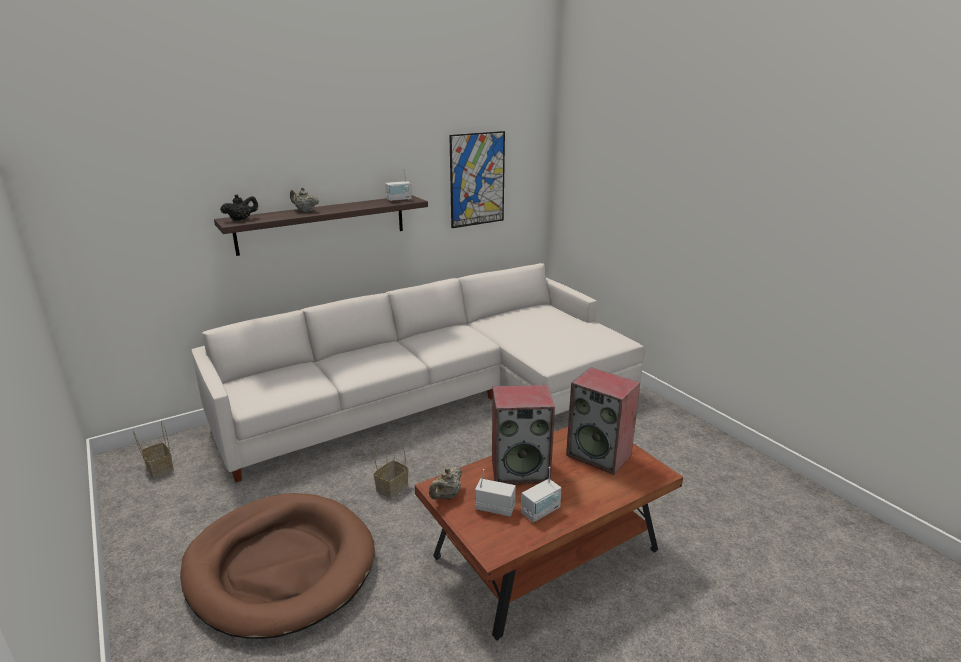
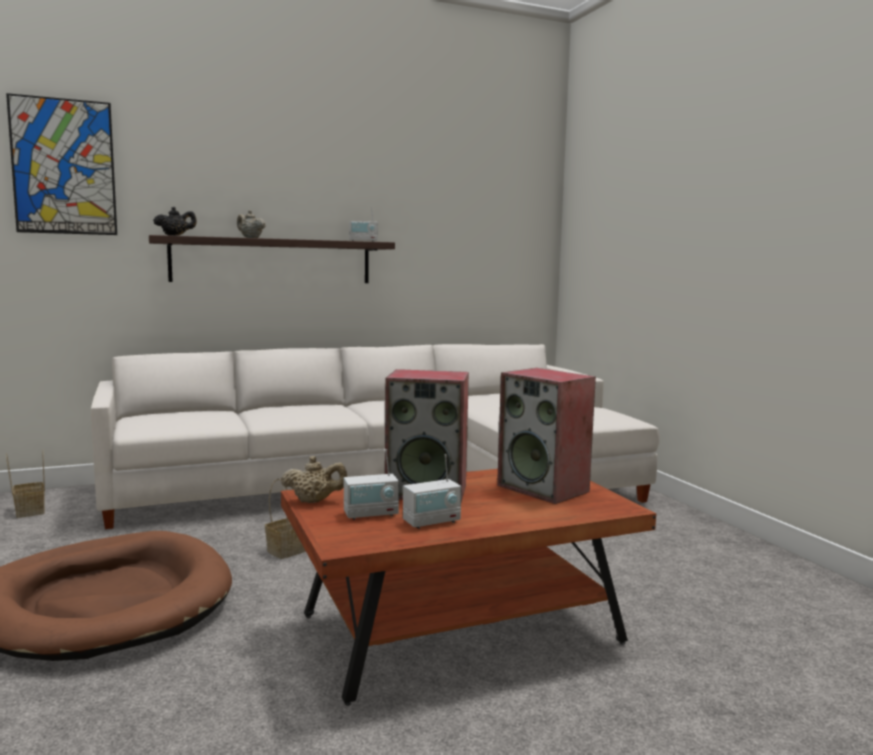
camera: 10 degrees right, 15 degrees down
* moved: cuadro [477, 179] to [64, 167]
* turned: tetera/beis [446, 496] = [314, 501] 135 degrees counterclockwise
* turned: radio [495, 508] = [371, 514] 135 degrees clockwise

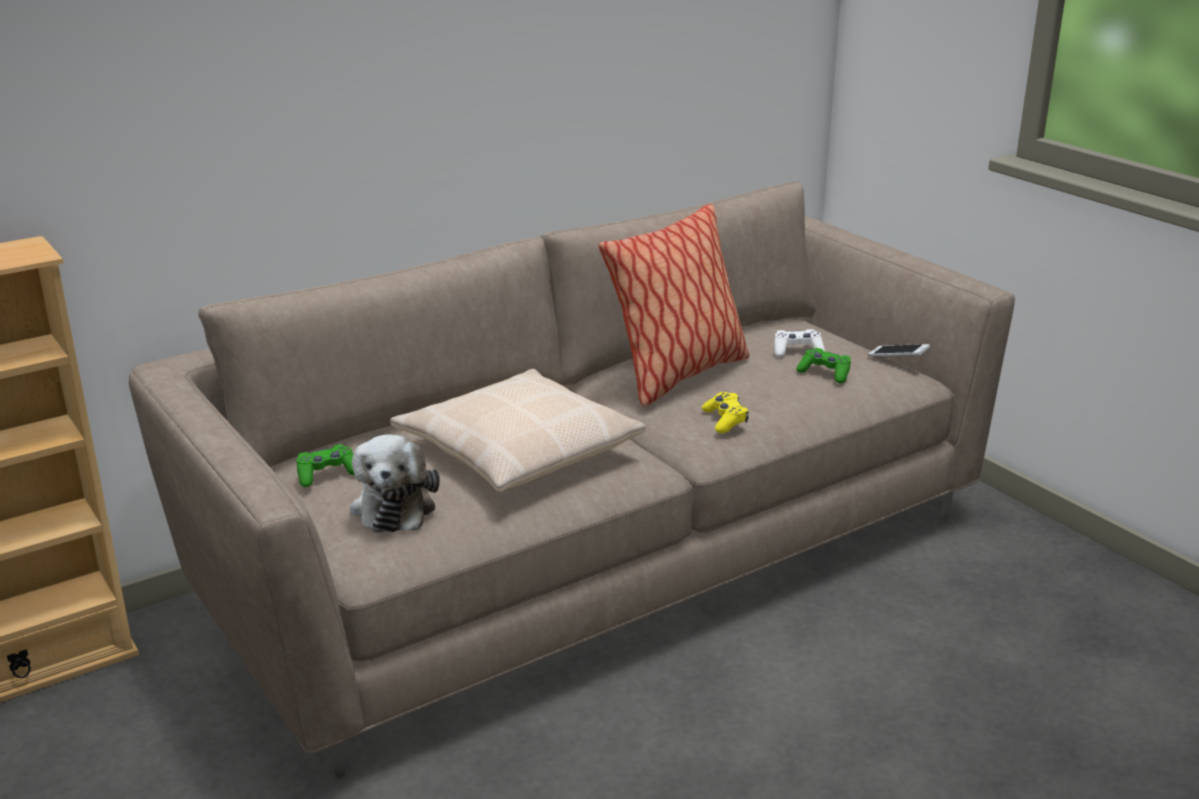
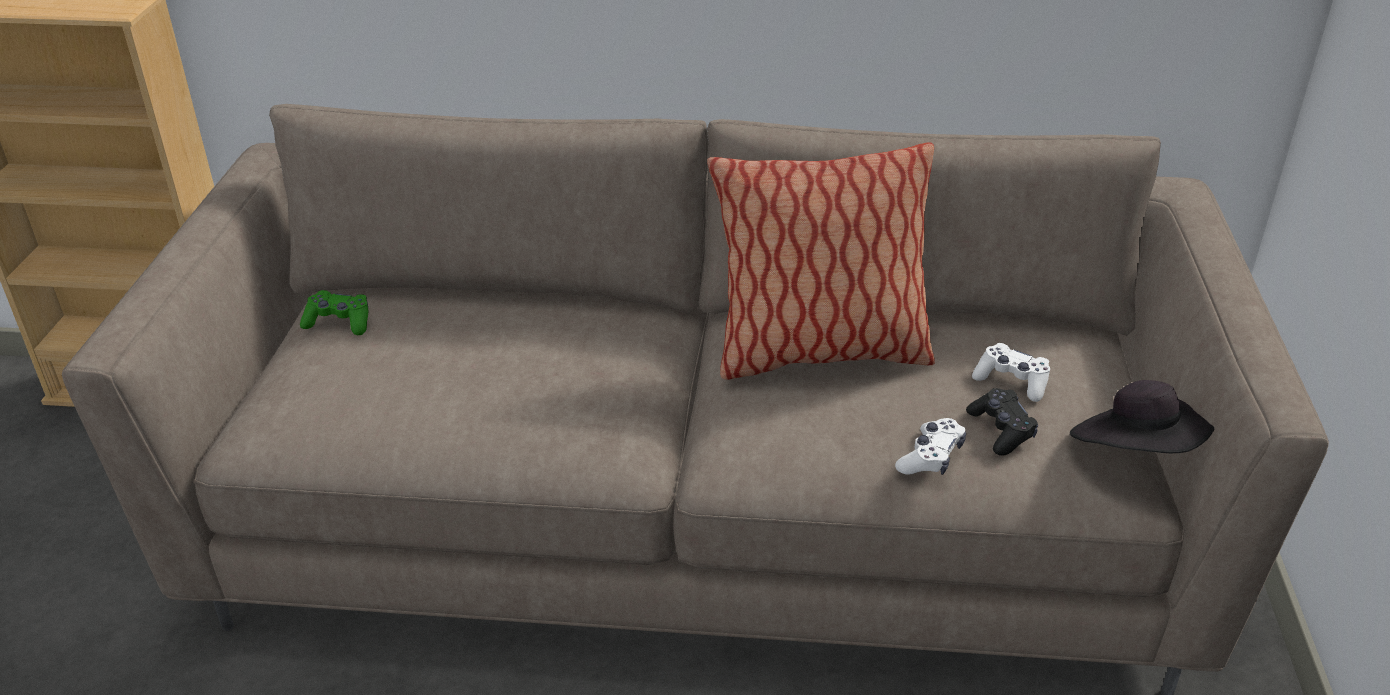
camera: 40 degrees right, 10 degrees up
* replaced: móvil [897, 358] to sombrero/negro [1137, 452]
* recoloured: mando de consola/verde [825, 373] to mando de consola/negro [1001, 430]
* removed: cojín/beis [518, 450]
* removed: mando de consola/amarillo [725, 420]
* removed: peluche [394, 506]
* added: mando de consola/blanco [931, 457]

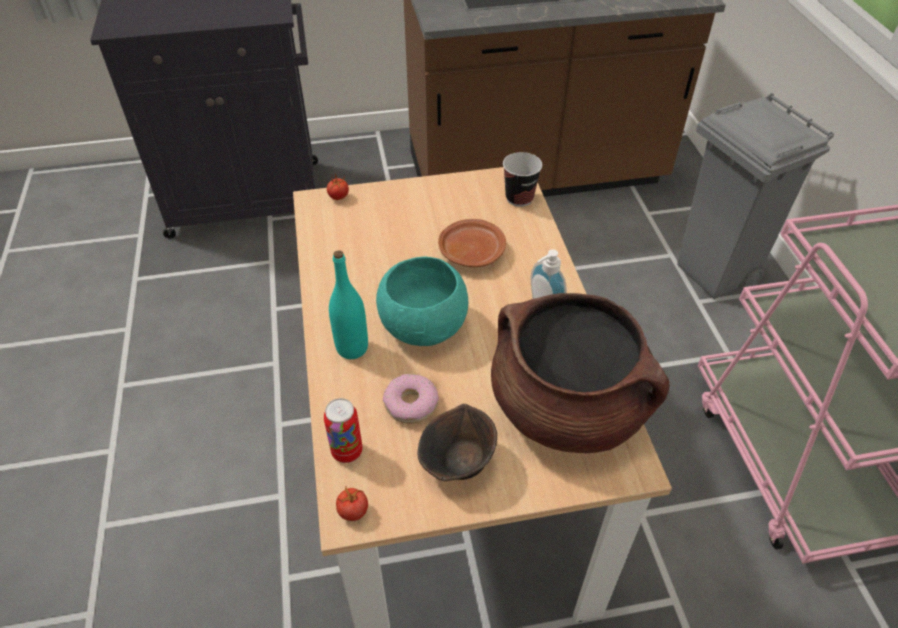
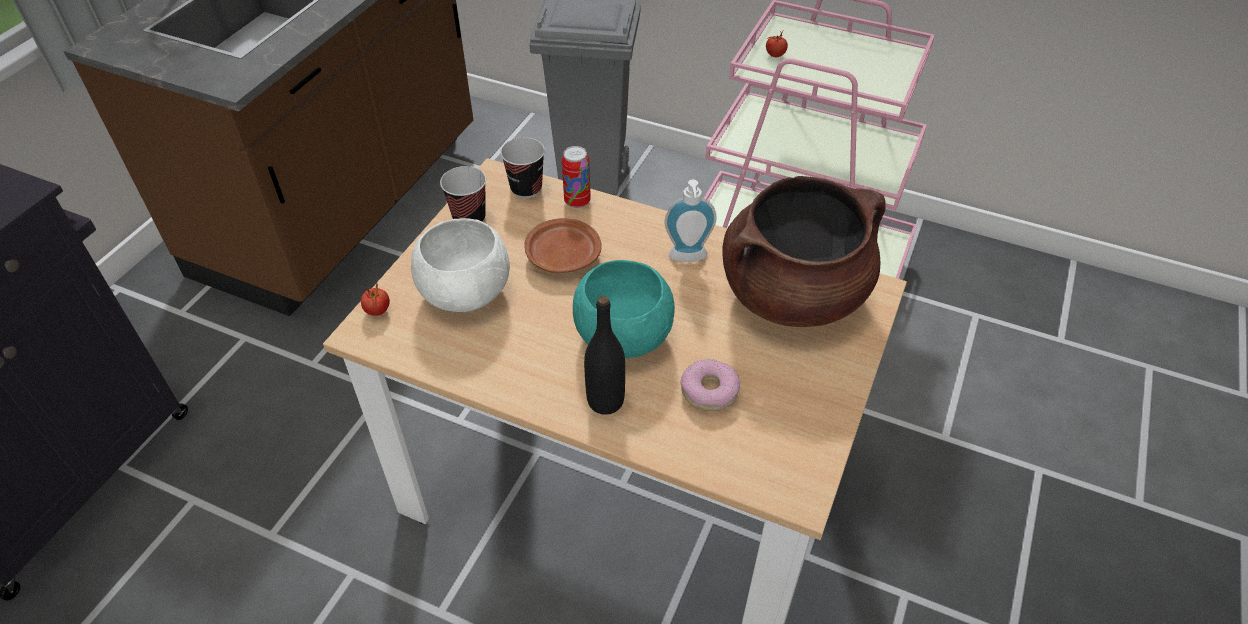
camera: 55 degrees left, 0 degrees up
* recoloured: botella/turquesa [352, 348] to botella/negro [605, 401]
* moved: lata [347, 451] to [577, 201]
* removed: cuenco/marrón [457, 463]
* moved: tomate [353, 511] to [775, 55]
* added: taza [469, 218]
* added: cuenco/blanco [464, 292]

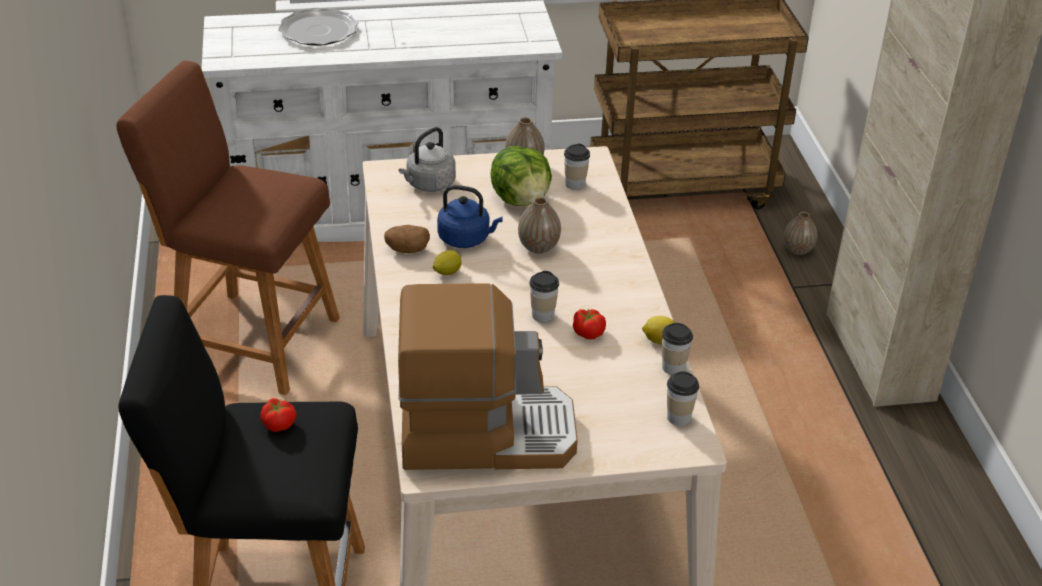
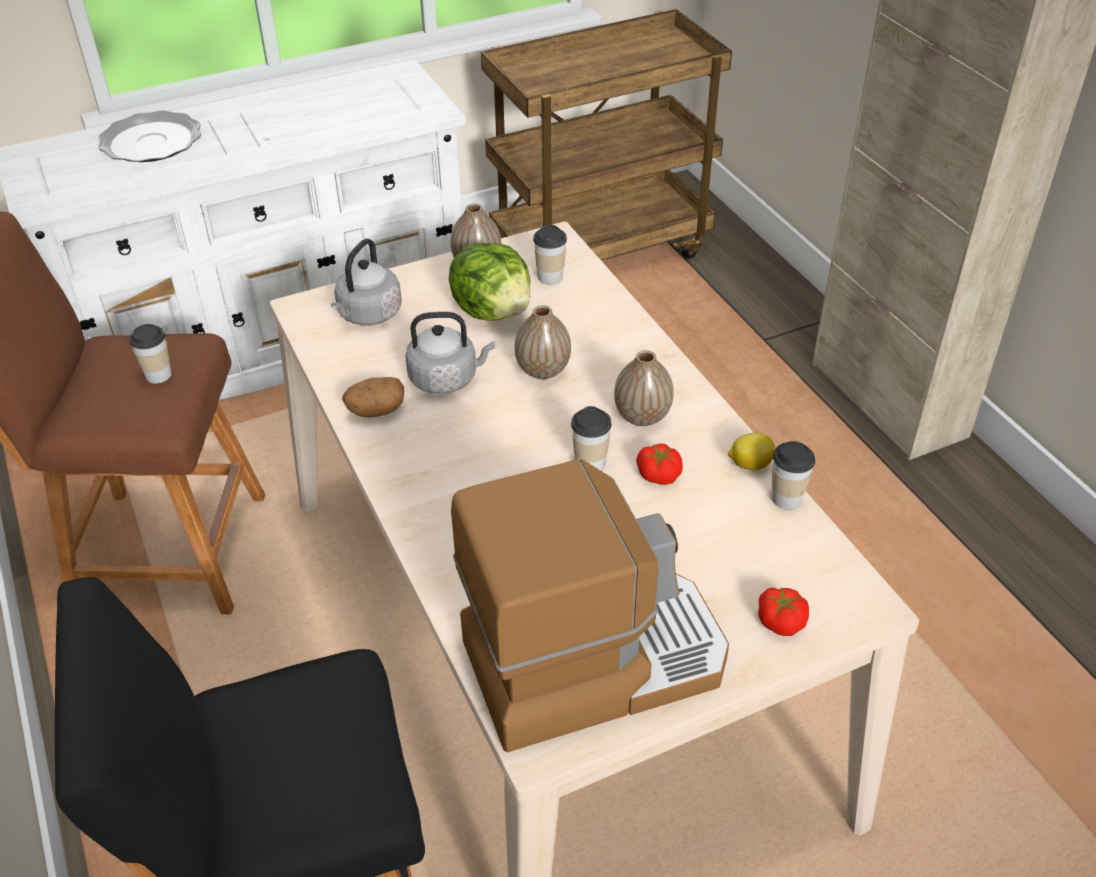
camera: 15 degrees left, 5 degrees up
* recoloured: hervidor/azul [466, 239] to hervidor/gris [447, 379]
* moved: florero [797, 250] to [642, 416]
* removed: limón [447, 272]
* moved: taza [678, 417] to [158, 375]
* moved: tomate [279, 423] to [781, 621]

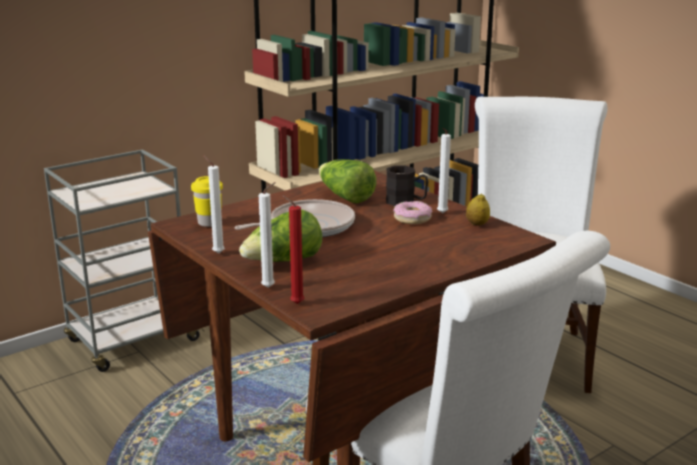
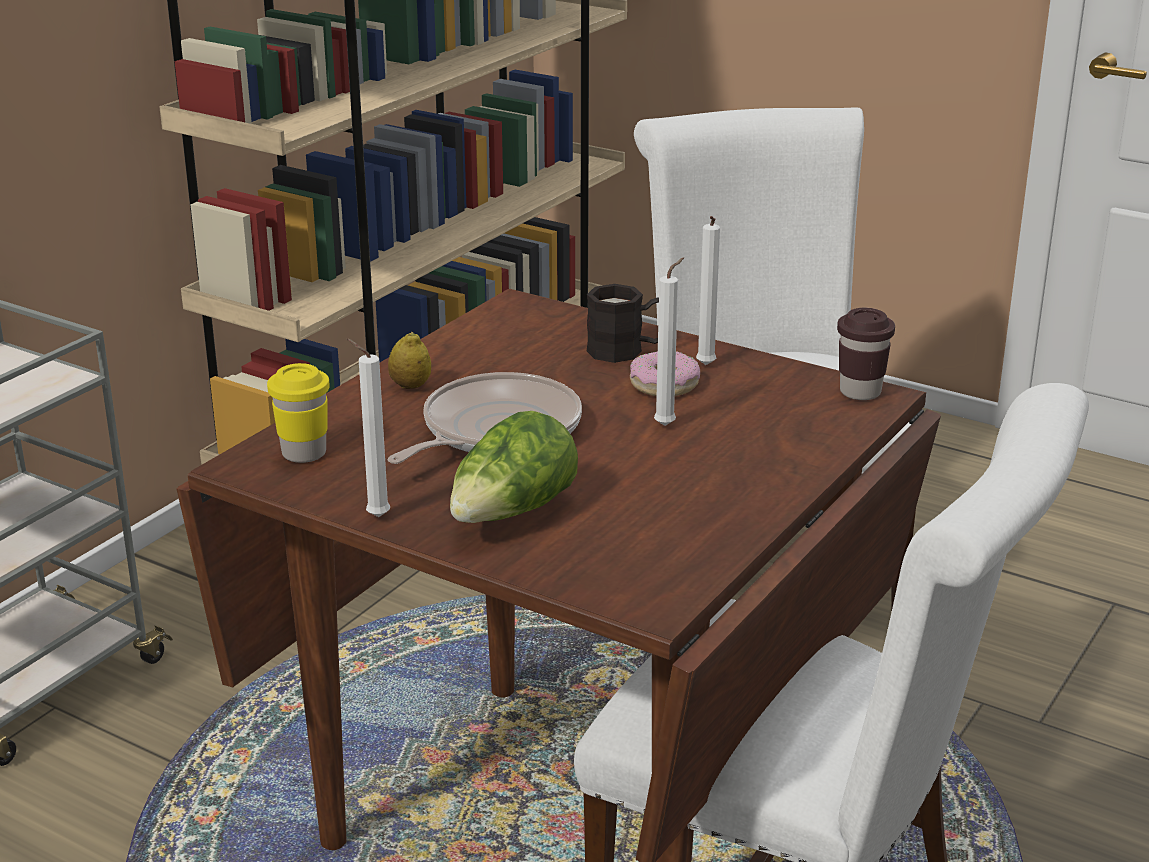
camera: 20 degrees left, 5 degrees up
* removed: lechuga [345, 197]
* moved: vela/blanco [270, 287] to [667, 425]
* moved: limón [477, 224] to [410, 386]
* removed: vela/rojo [295, 303]
* added: taza/marrón [860, 392]

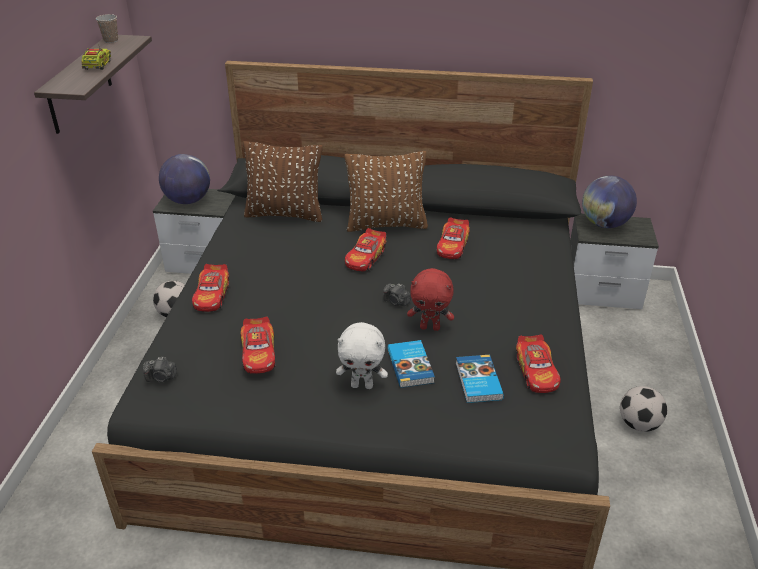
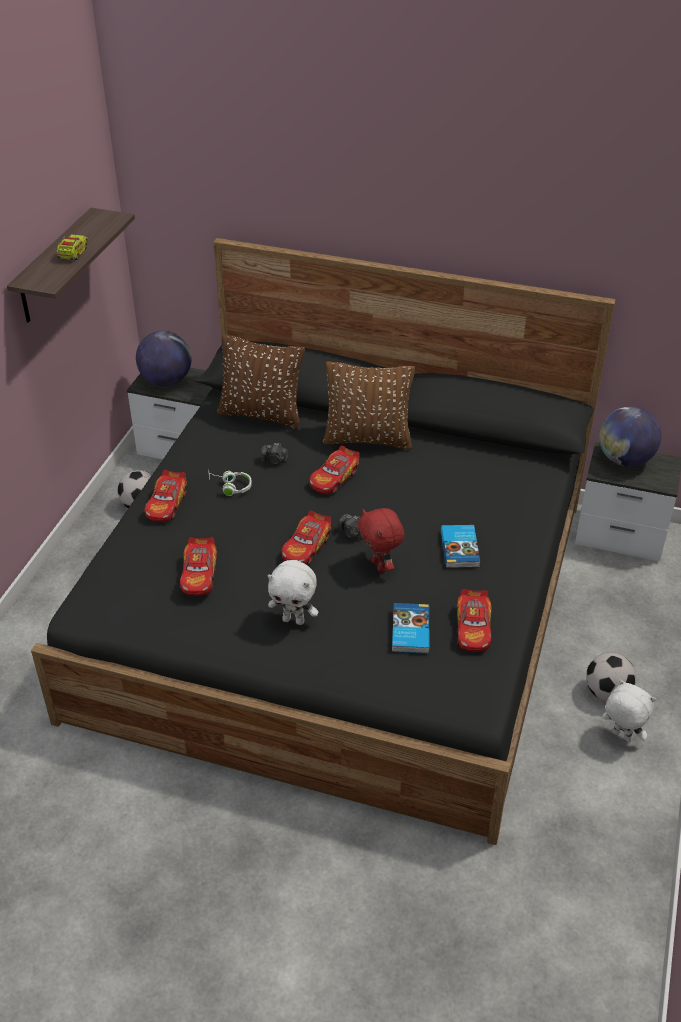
camera: 10 degrees right, 5 degrees up
* removed: taza [111, 40]
* moved: coche de juguete [453, 246] to [307, 547]
* turned: peluche/rojo [430, 327] = [380, 566] 45 degrees clockwise
* moved: libro [411, 366] to [460, 548]
* moved: cámara [161, 377] to [274, 461]
* added: auriculares/blanco [230, 486]
* added: peluche/blanco [621, 736]

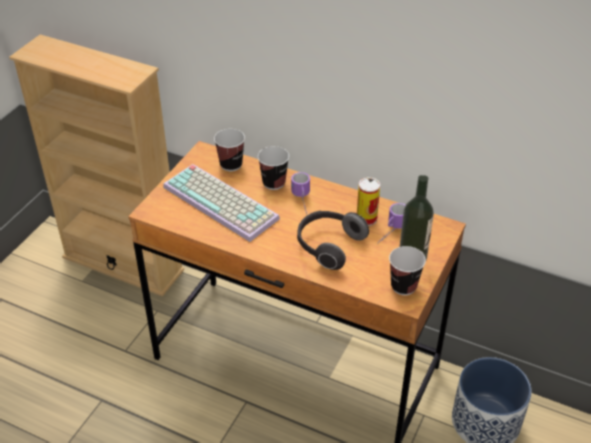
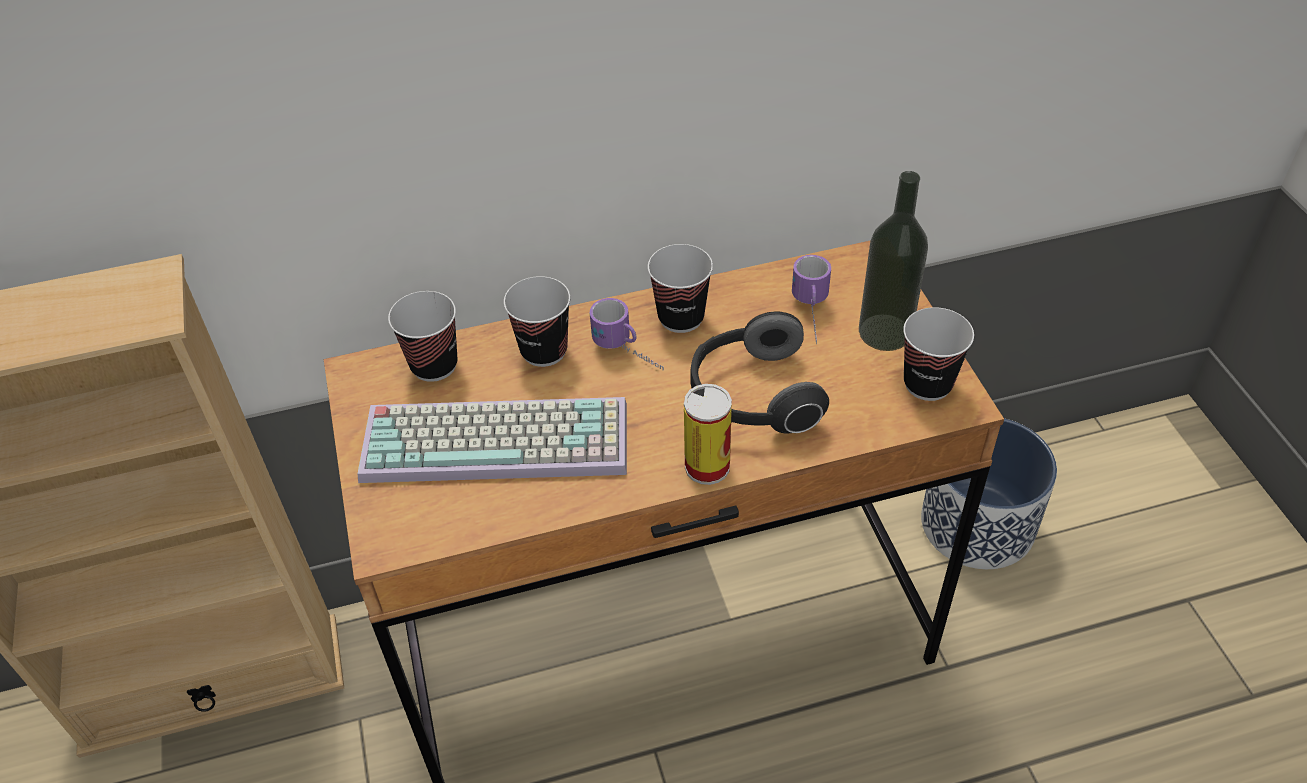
camera: 40 degrees left, 5 degrees up
* moved: lata [366, 218] to [707, 466]
* added: taza [681, 317]

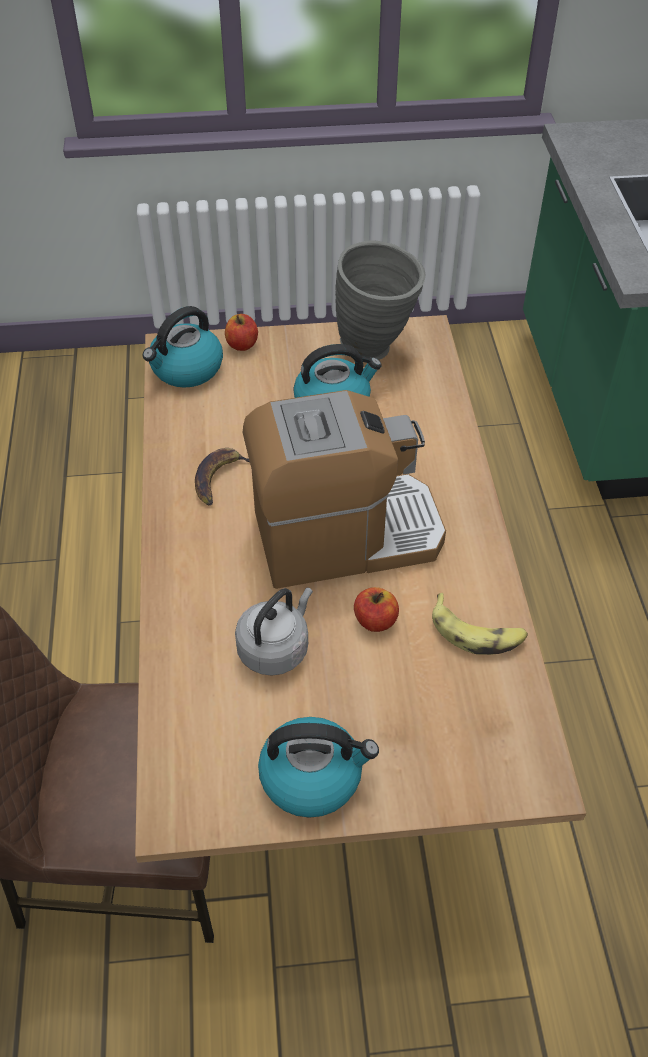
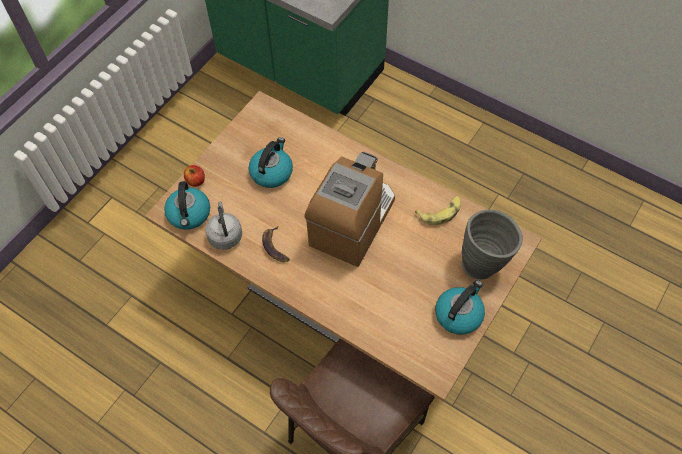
camera: 50 degrees left, 10 degrees up
* moved: florero/gris [377, 349] to [484, 263]
* removed: manzana [375, 621]
* moved: hervidor/gris [275, 648] to [225, 235]

